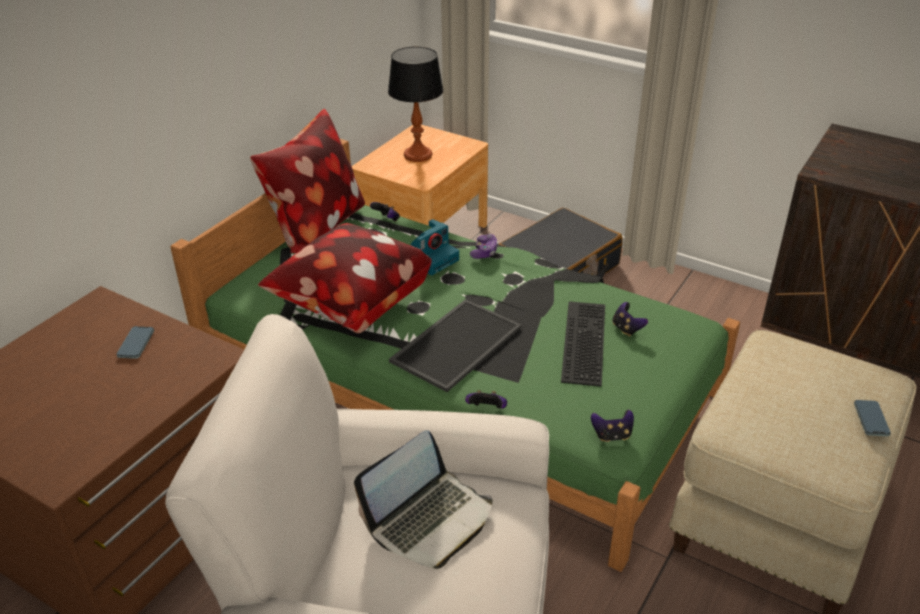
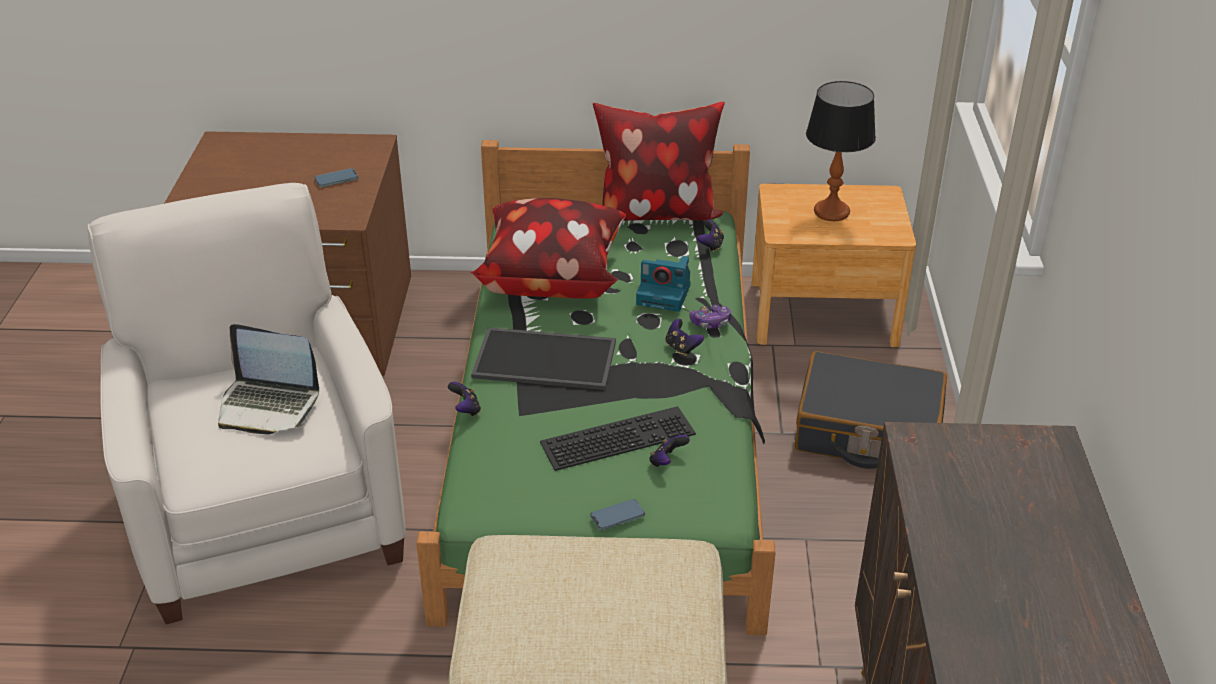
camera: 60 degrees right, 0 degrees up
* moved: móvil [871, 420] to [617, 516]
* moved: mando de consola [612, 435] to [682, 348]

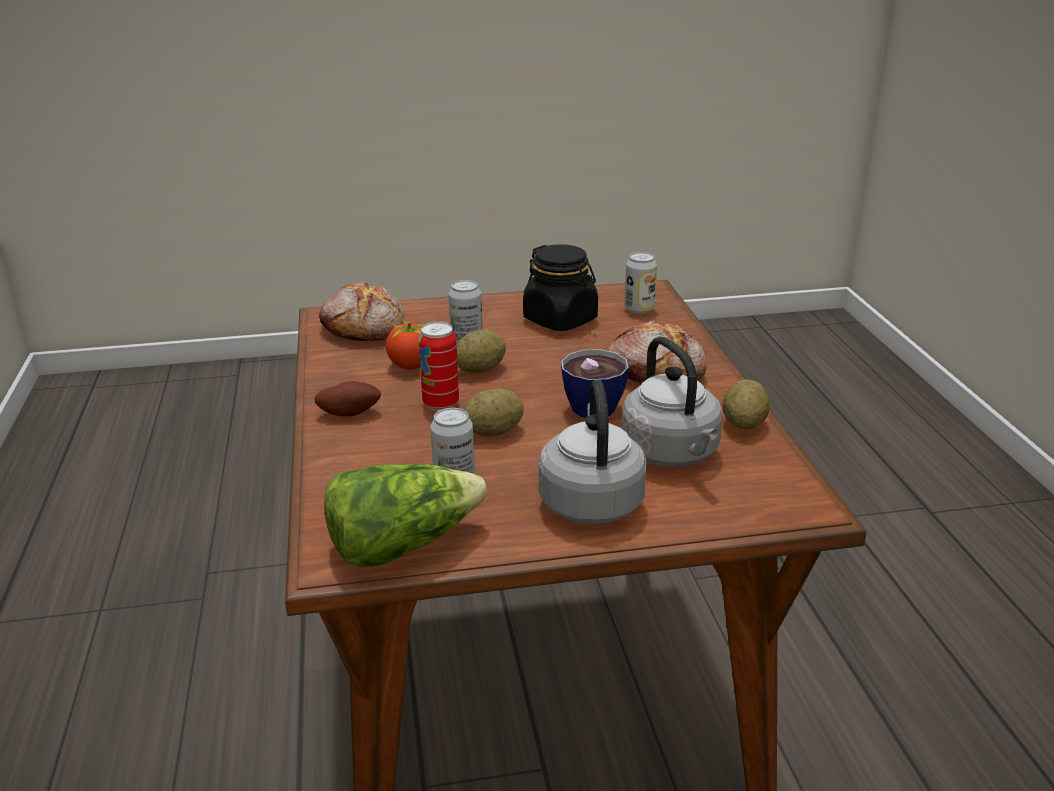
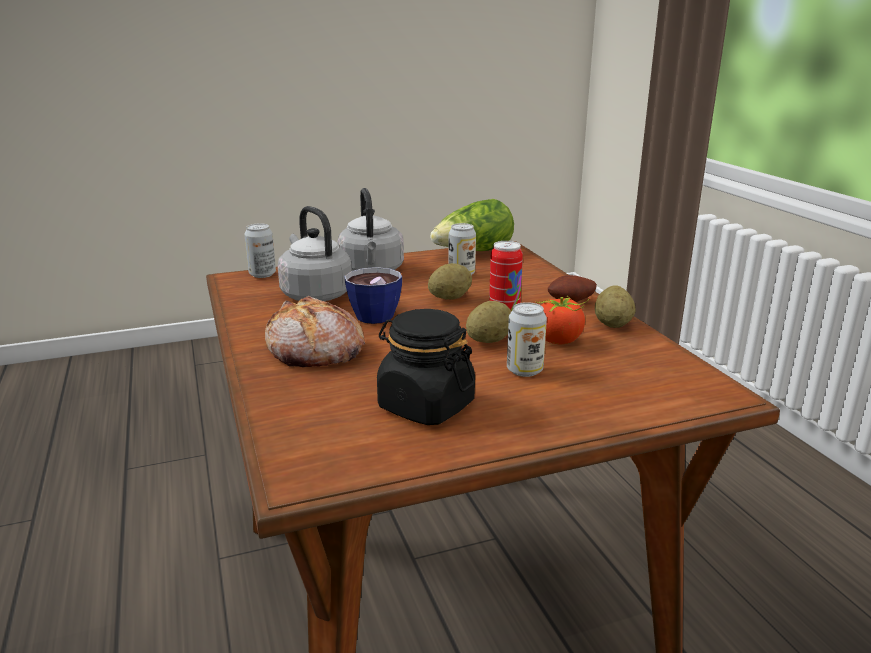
camera: 170 degrees right, 5 degrees down
* moved: lata [639, 309] to [262, 274]
* removed: pan [364, 327]
* moved: patata [743, 424] to [612, 324]

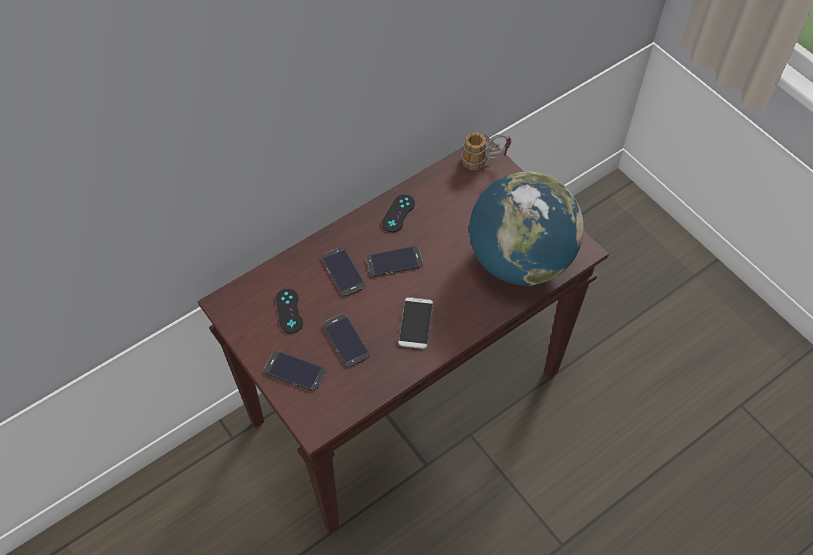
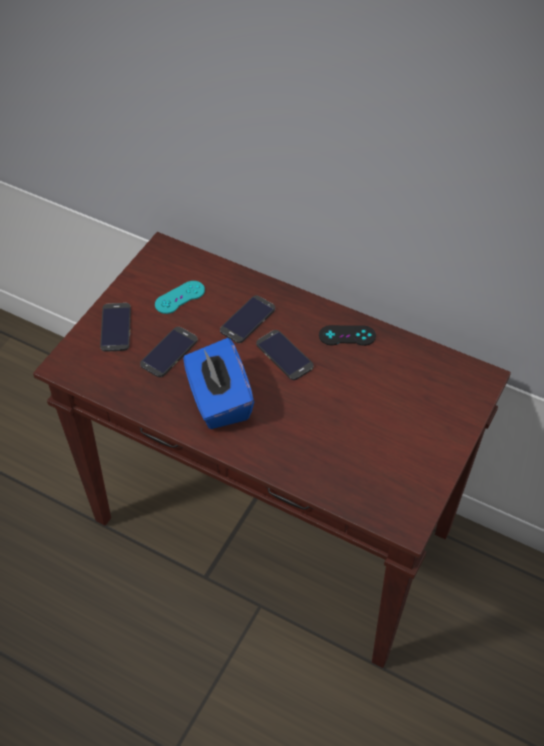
camera: 65 degrees right, 5 degrees down
* removed: taza grande [484, 161]
* removed: globo terráqueo [520, 260]
* recoloured: mando de consola/negro [289, 311] to mando de consola/turquesa [180, 297]
* replaced: móvil [415, 323] to caja de pañuelos/azul [218, 400]

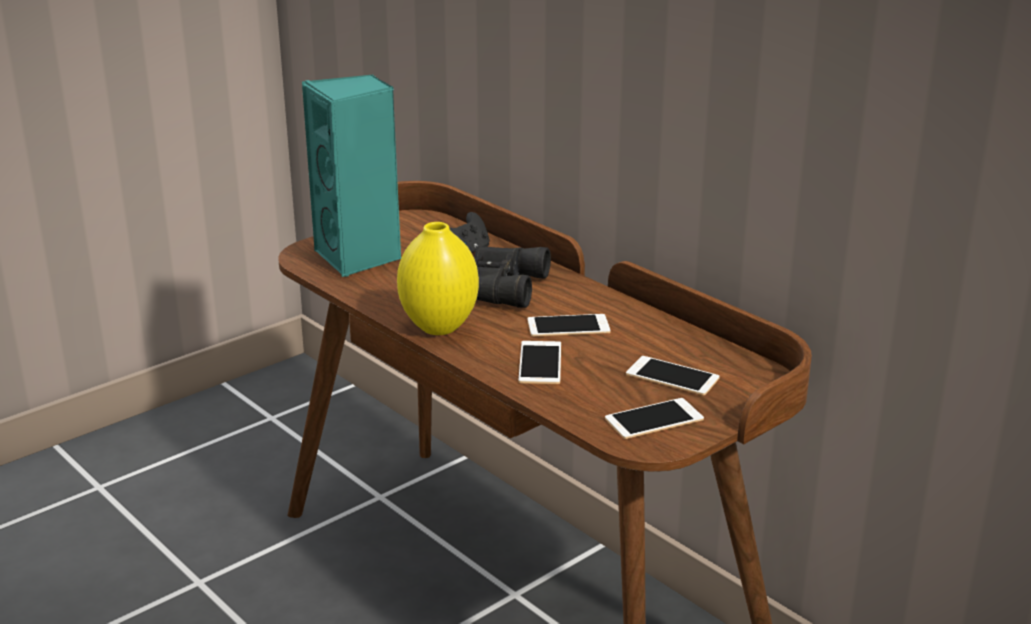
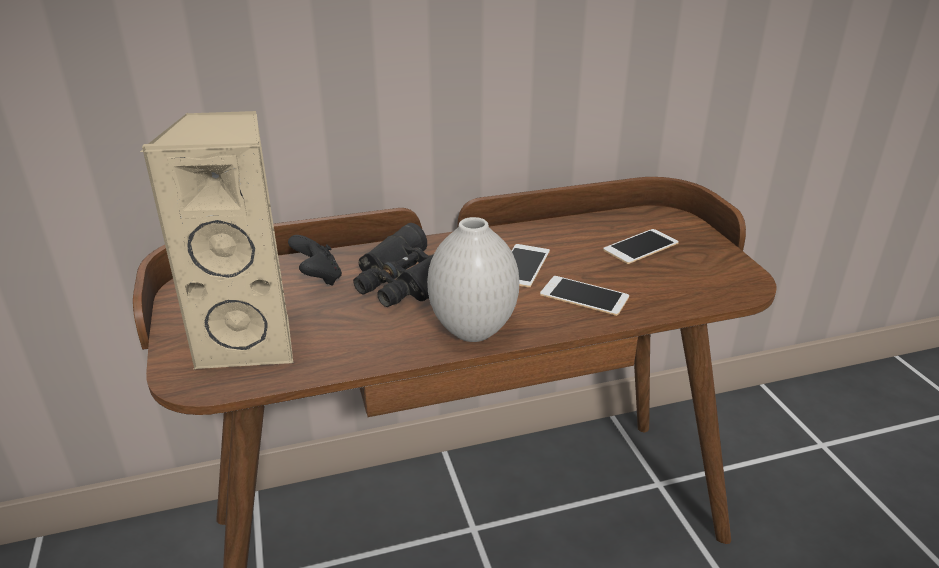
camera: 65 degrees left, 5 degrees up
* recoloured: altavoz/turquesa [359, 257] to altavoz/beis [252, 342]
* recoloured: florero/amarillo [440, 327] to florero/blanco [472, 330]
* removed: móvil [654, 419]

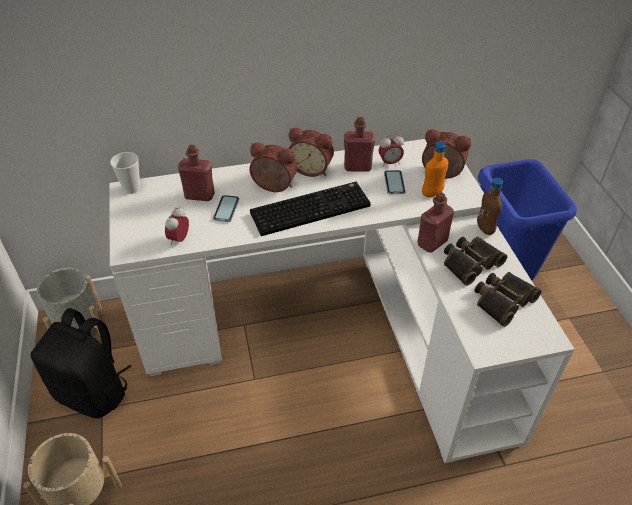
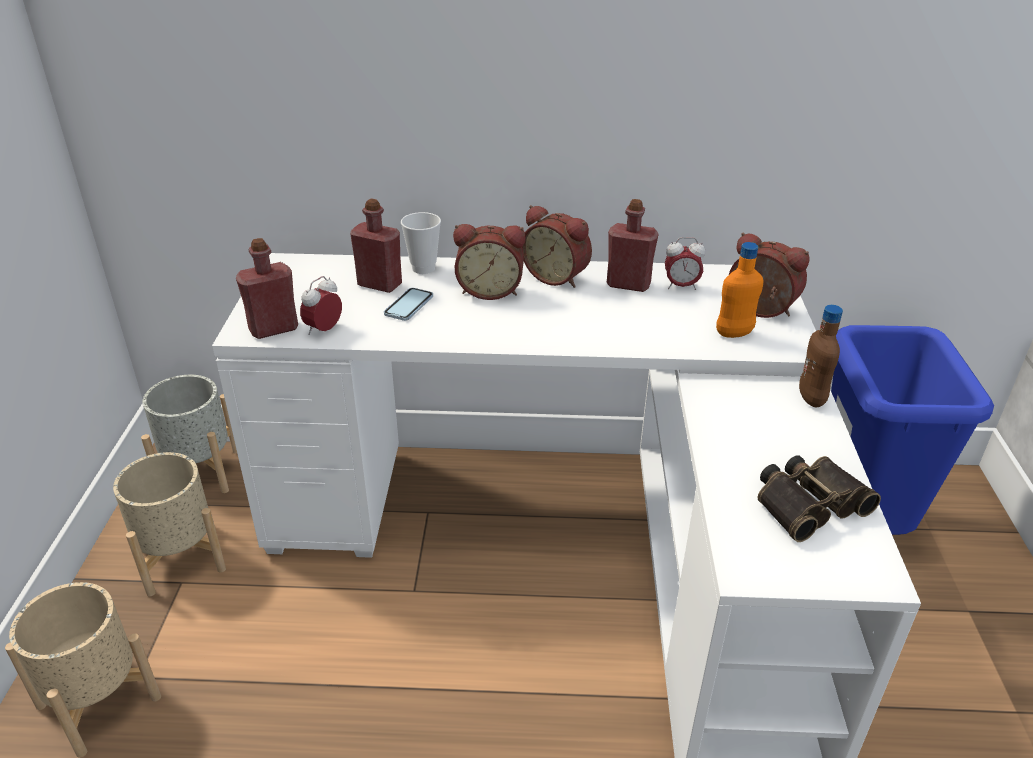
camera: 15 degrees right, 10 degrees down
* turned: despertador [273, 187] = [490, 290] 150 degrees clockwise
* moved: taza [131, 188] to [423, 268]
* removed: móvil [394, 183]
* removed: teclado [311, 208]
* moved: botella/rojo [432, 243] to [273, 329]
* removed: prismáticos [470, 262]
* replaced: mochila/negro [94, 392] to maceta/beis [180, 558]

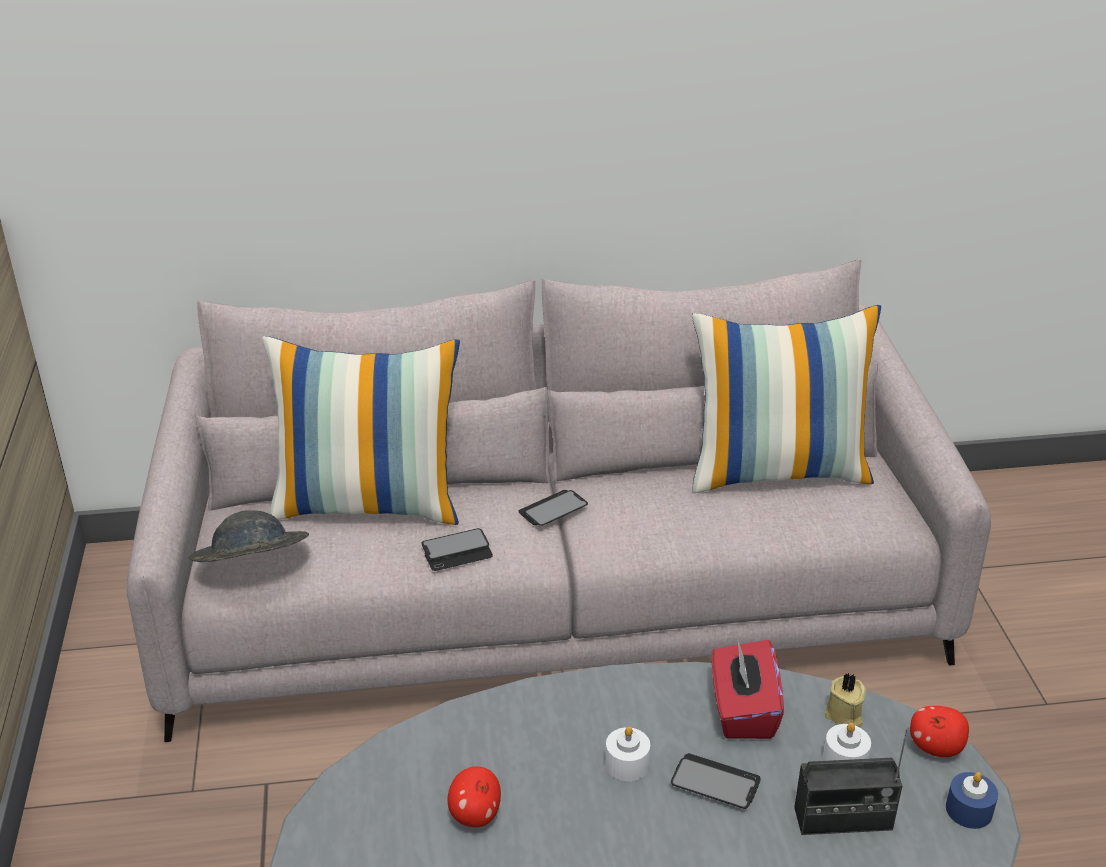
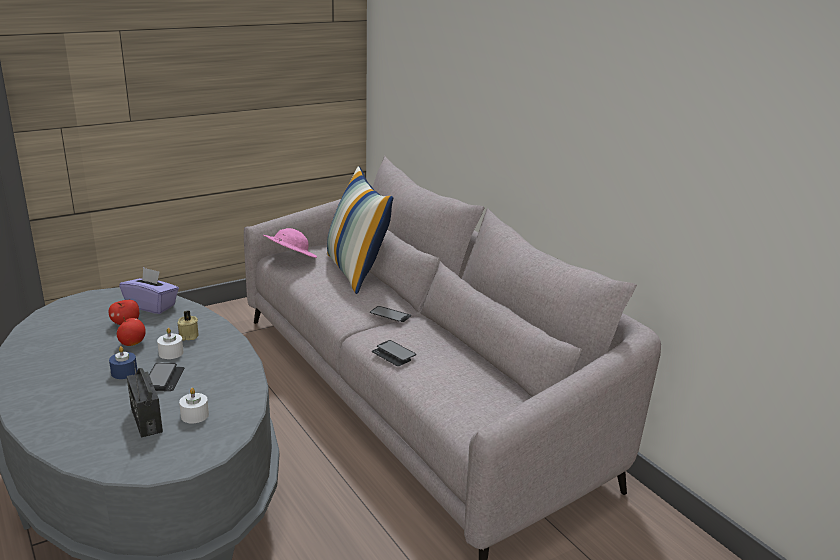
camera: 65 degrees right, 10 degrees down
* removed: cojín [777, 471]
* recoloured: sombrero/gris [252, 568] to sombrero/rosa [290, 259]
* moved: móvil [457, 551] to [393, 354]
* removed: caja de pañuelos/rojo [742, 711]
* moved: vela/beis [844, 715] to [188, 336]
* moved: manzana [935, 748] to [132, 343]
* moved: vela/azul [969, 810] to [124, 372]
* added: caja de pañuelos/morado [152, 306]

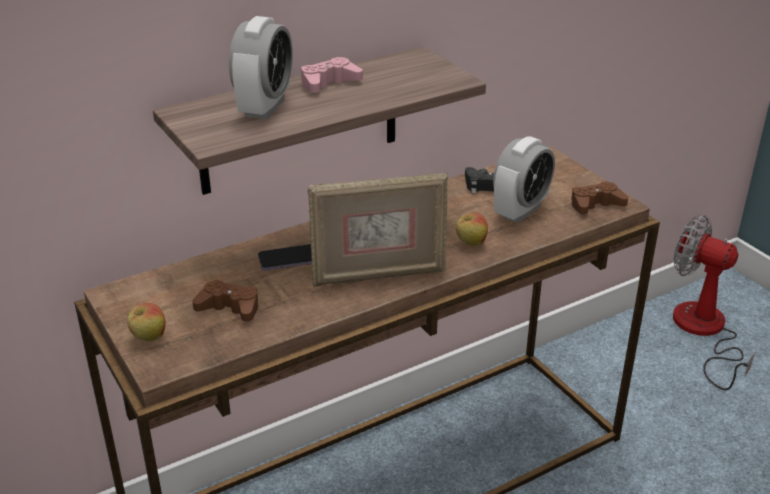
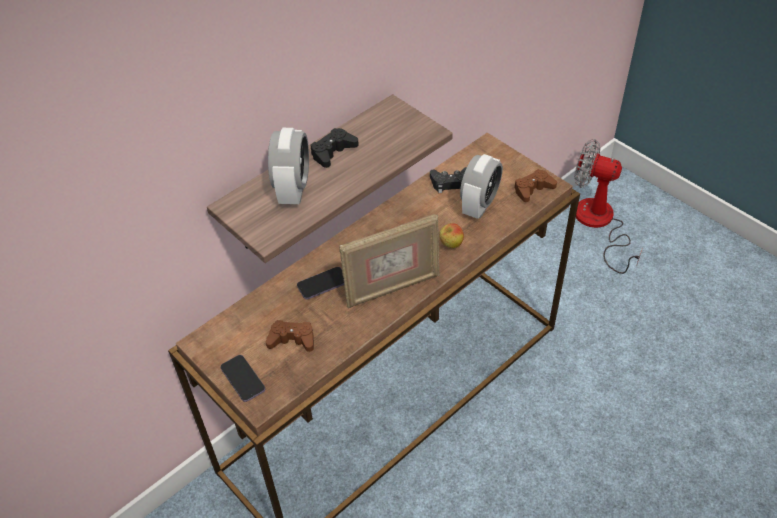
camera: 10 degrees left, 15 degrees up
* recoloured: mando de consola/rosa [329, 83] to mando de consola/negro [333, 152]
* replaced: manzana [149, 338] to móvil [243, 379]

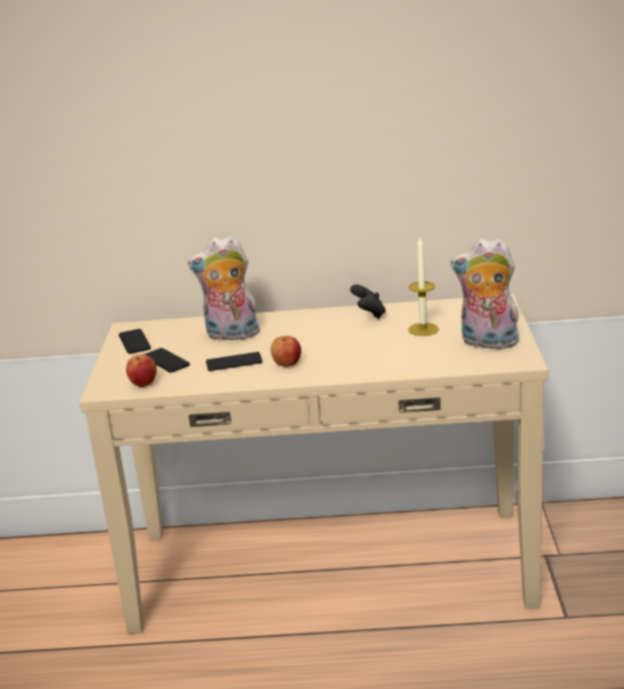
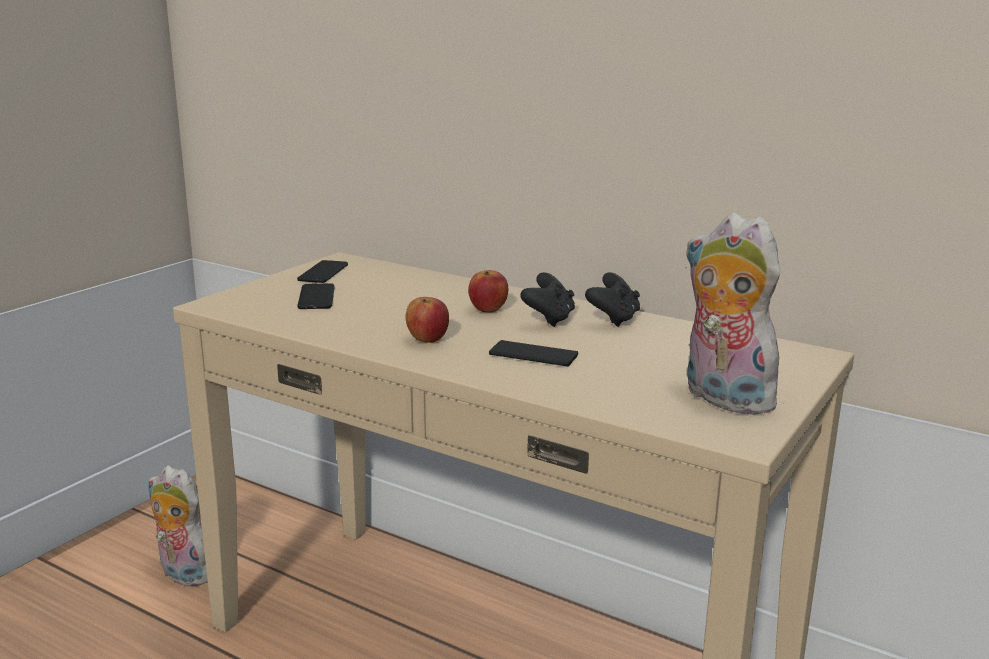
camera: 30 degrees right, 5 degrees down
* moved: peluche [231, 335] to [183, 574]
* removed: vela [423, 329]
* moved: móvil [234, 362] to [533, 355]
* moved: manzana [143, 384] to [488, 310]
* added: mando de consola/negro [549, 319]

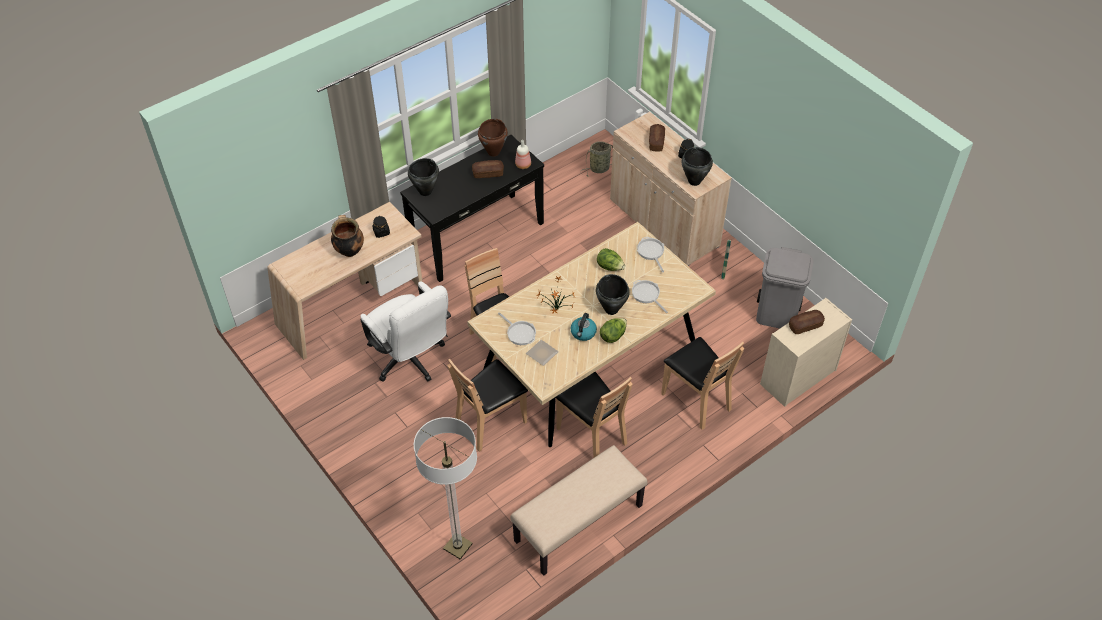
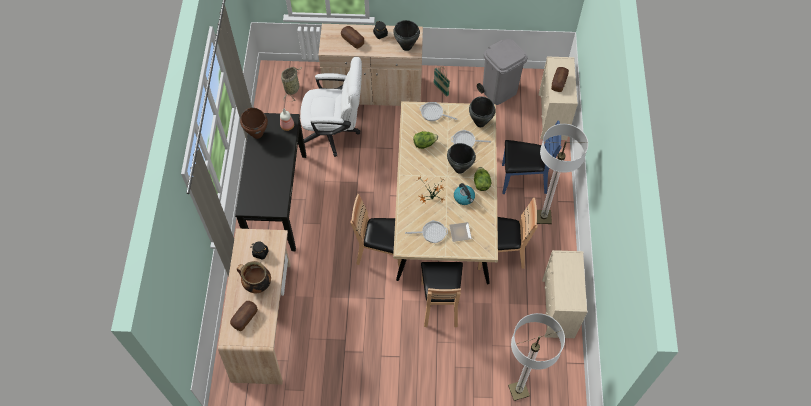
camera: 50 degrees left, 10 degrees up
* moved: olla/negro [425, 191] to [480, 123]
* moved: pan [488, 173] to [245, 318]
* moved: silla de oficina/blanco [410, 360] to [335, 132]
* recoloured: silla/marrón [696, 400] to silla/azul [523, 179]
* replaced: banco/beis [578, 524] to cómoda/beis [558, 309]
* added: lámpara de pie [543, 217]

